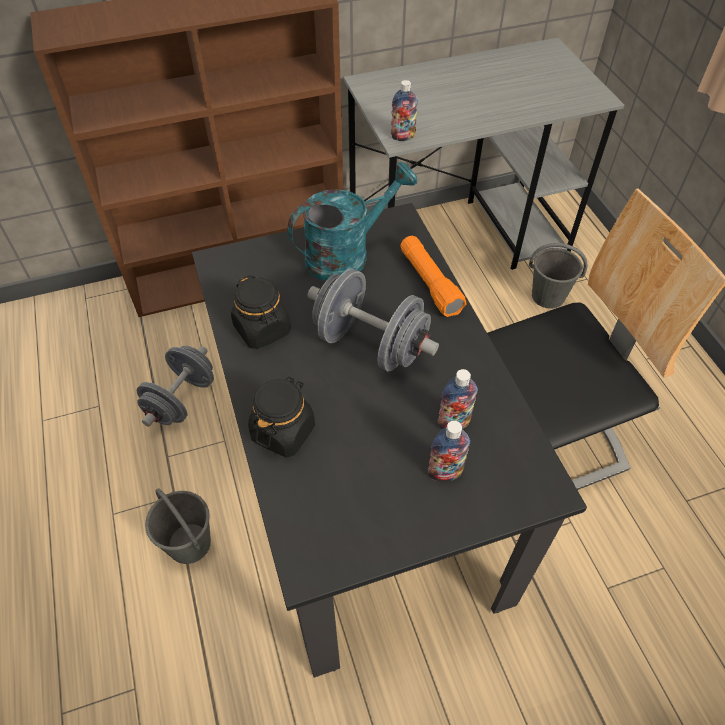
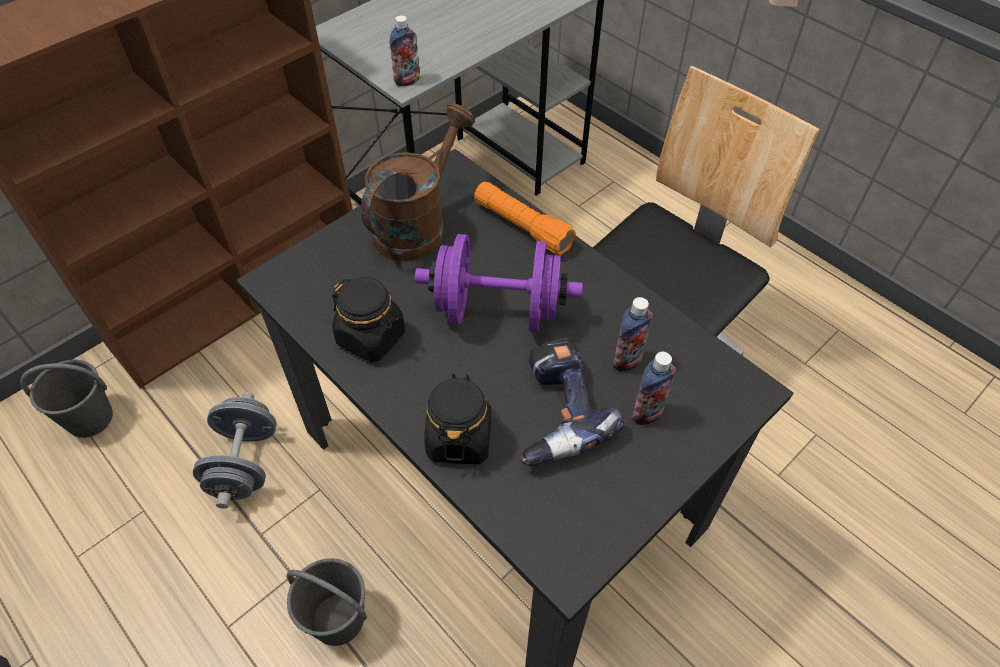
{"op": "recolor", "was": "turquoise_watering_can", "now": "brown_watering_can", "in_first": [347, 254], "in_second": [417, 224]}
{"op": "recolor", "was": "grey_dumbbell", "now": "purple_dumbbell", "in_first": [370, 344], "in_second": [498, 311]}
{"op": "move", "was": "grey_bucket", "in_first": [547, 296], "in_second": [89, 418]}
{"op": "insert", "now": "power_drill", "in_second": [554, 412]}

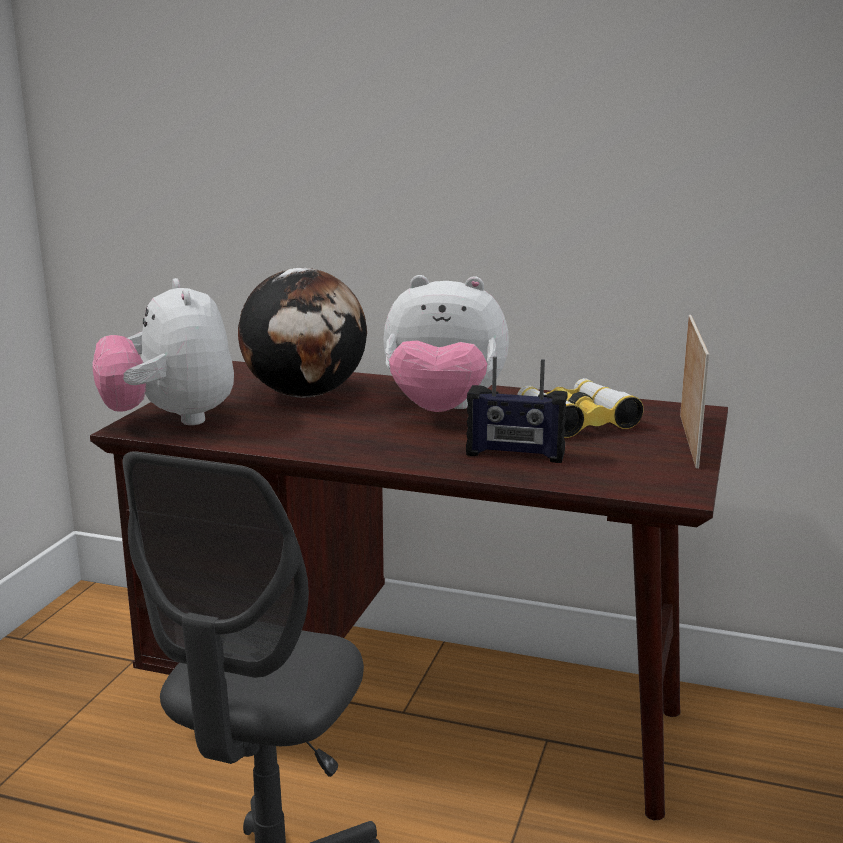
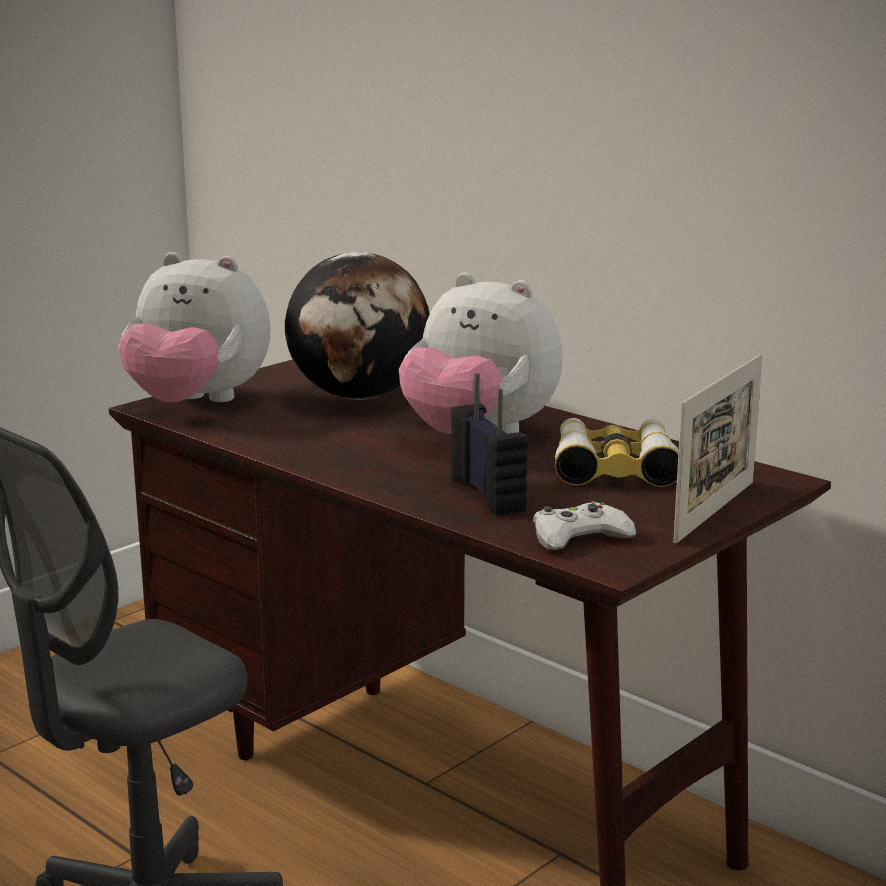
{"op": "rotate", "was": "plush_toy", "in_first": [171, 419], "in_second": [197, 403], "clockwise": -75}
{"op": "rotate", "was": "radio", "in_first": [515, 455], "in_second": [489, 494], "clockwise": -150}
{"op": "insert", "now": "white_game_controller", "in_second": [579, 537]}

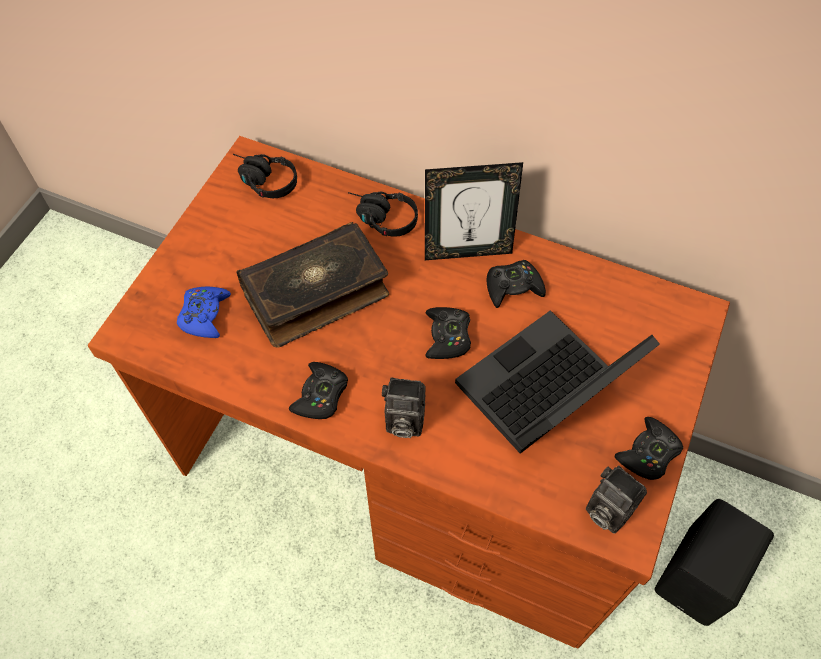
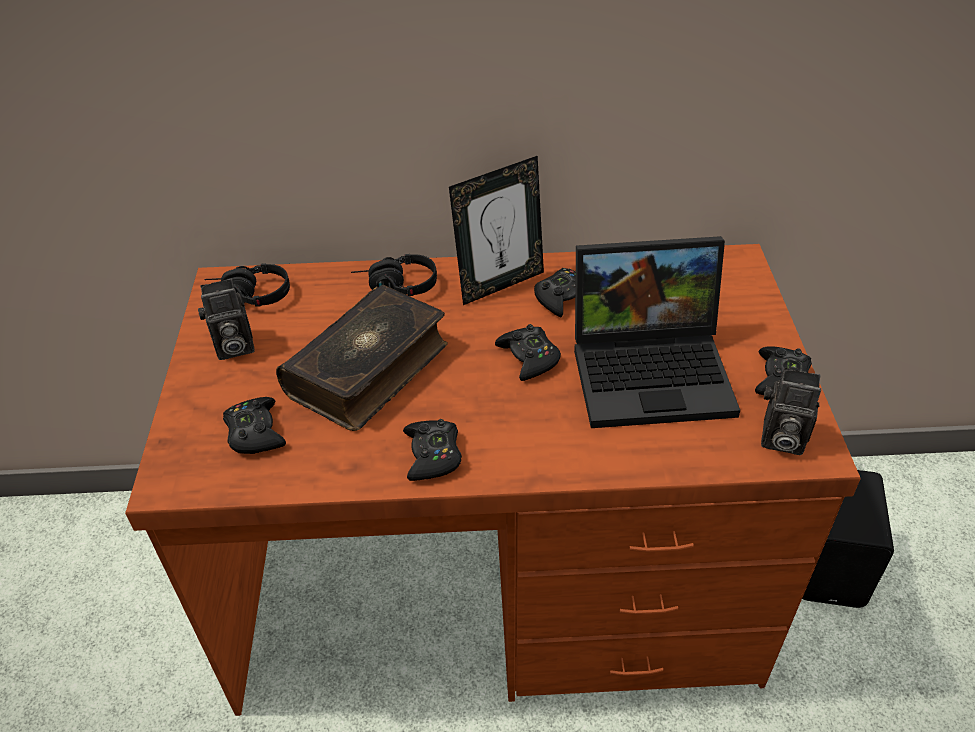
{"op": "recolor", "was": "blue_game_controller", "now": "black_game_controller", "in_first": [205, 315], "in_second": [255, 432]}
{"op": "move", "was": "photo_camera", "in_first": [402, 421], "in_second": [232, 347]}
{"op": "rotate", "was": "laptop", "in_first": [543, 394], "in_second": [653, 370], "clockwise": -120}

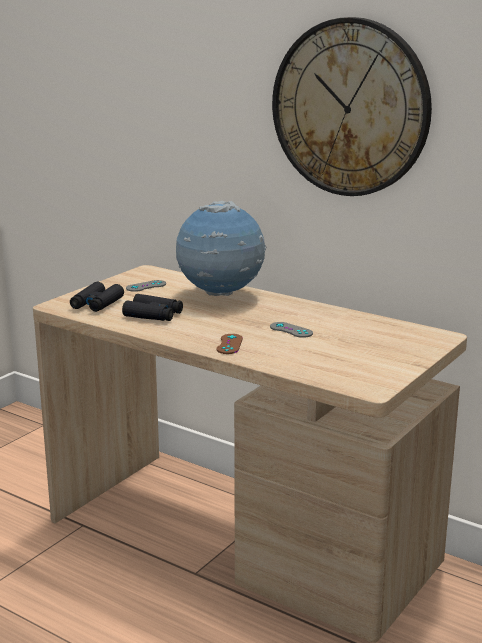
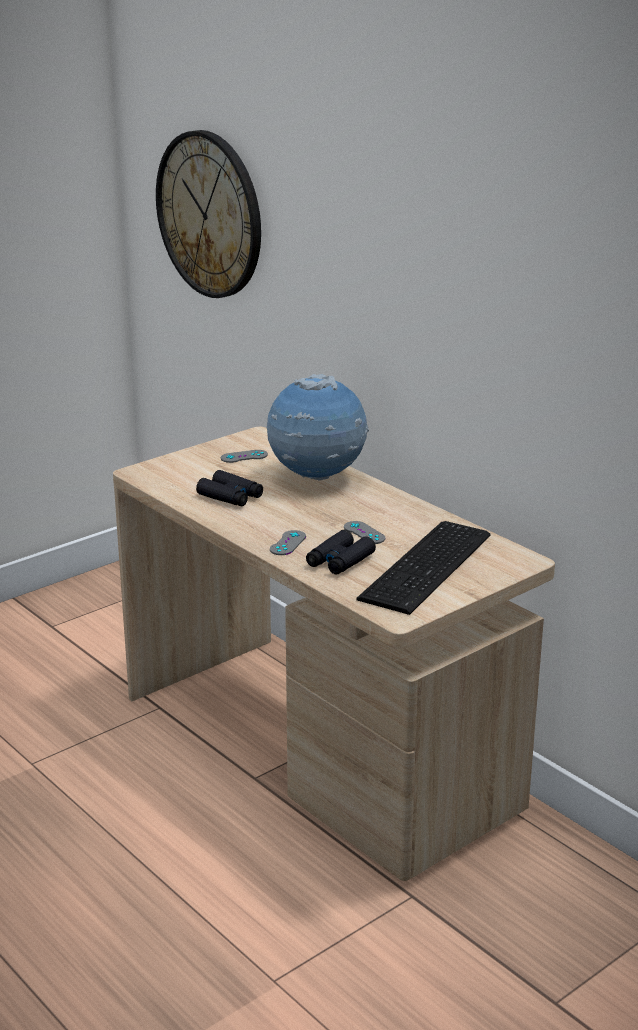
{"op": "move", "was": "black_binoculars", "in_first": [97, 304], "in_second": [340, 560]}
{"op": "recolor", "was": "brown_game_controller", "now": "grey_game_controller", "in_first": [229, 344], "in_second": [287, 543]}
{"op": "move", "was": "wall_clock", "in_first": [350, 108], "in_second": [210, 214]}
{"op": "insert", "now": "keyboard", "in_second": [430, 566]}

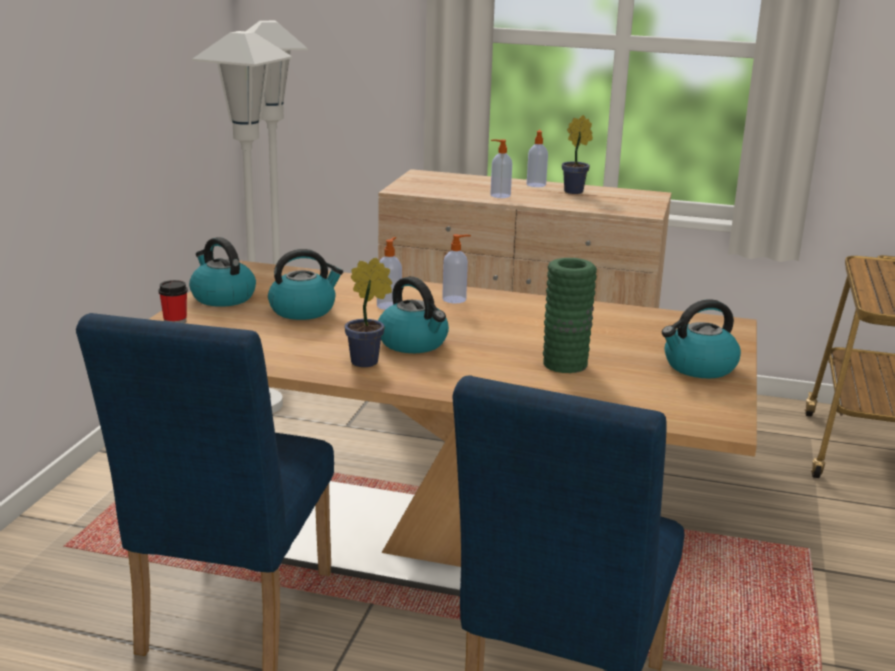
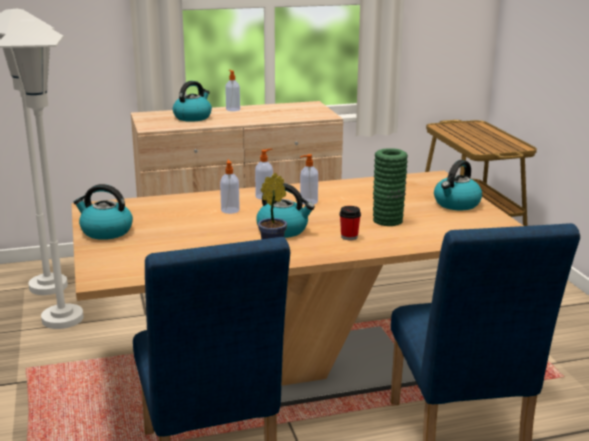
{"op": "move", "was": "cup", "in_first": [175, 321], "in_second": [349, 237]}
{"op": "move", "was": "kettle", "in_first": [303, 310], "in_second": [193, 117]}
{"op": "move", "was": "soap_dispenser", "in_first": [499, 195], "in_second": [308, 202]}
{"op": "delete", "was": "potted_plant", "in_first": [576, 191]}

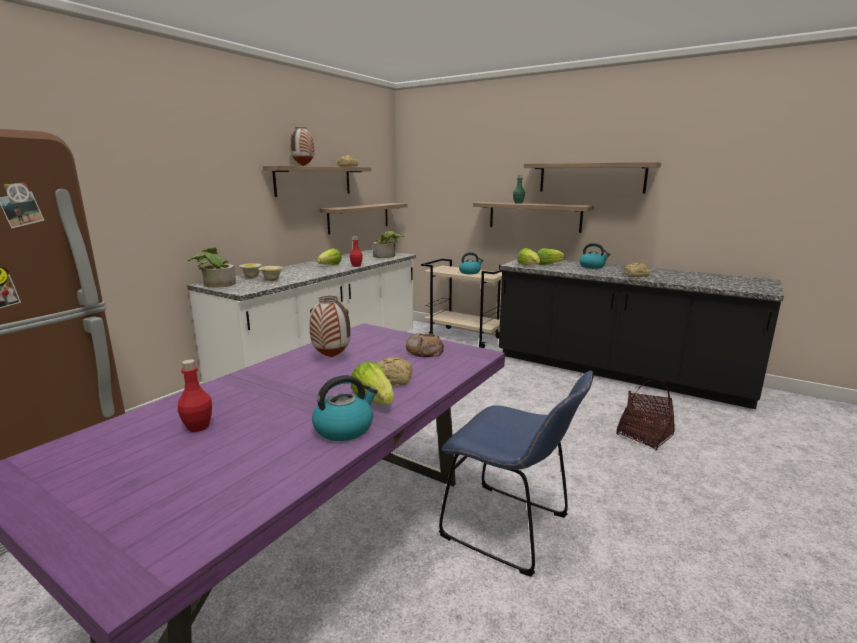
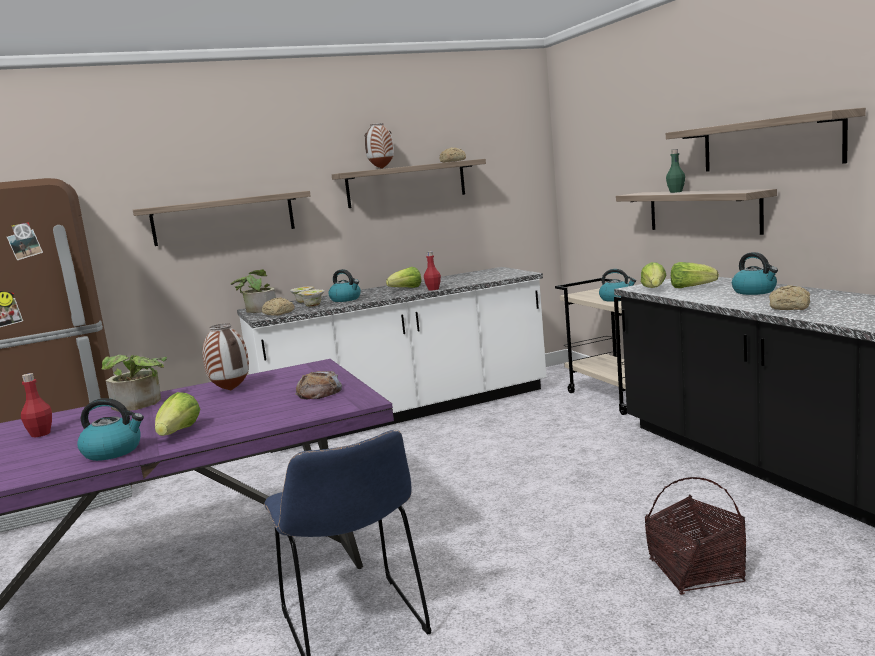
{"op": "move", "was": "shelf", "in_first": [359, 217], "in_second": [224, 218]}
{"op": "move", "was": "potted_plant", "in_first": [387, 256], "in_second": [140, 404]}
{"op": "move", "was": "bread", "in_first": [394, 380], "in_second": [278, 313]}
{"op": "insert", "now": "kettle", "in_second": [346, 299]}

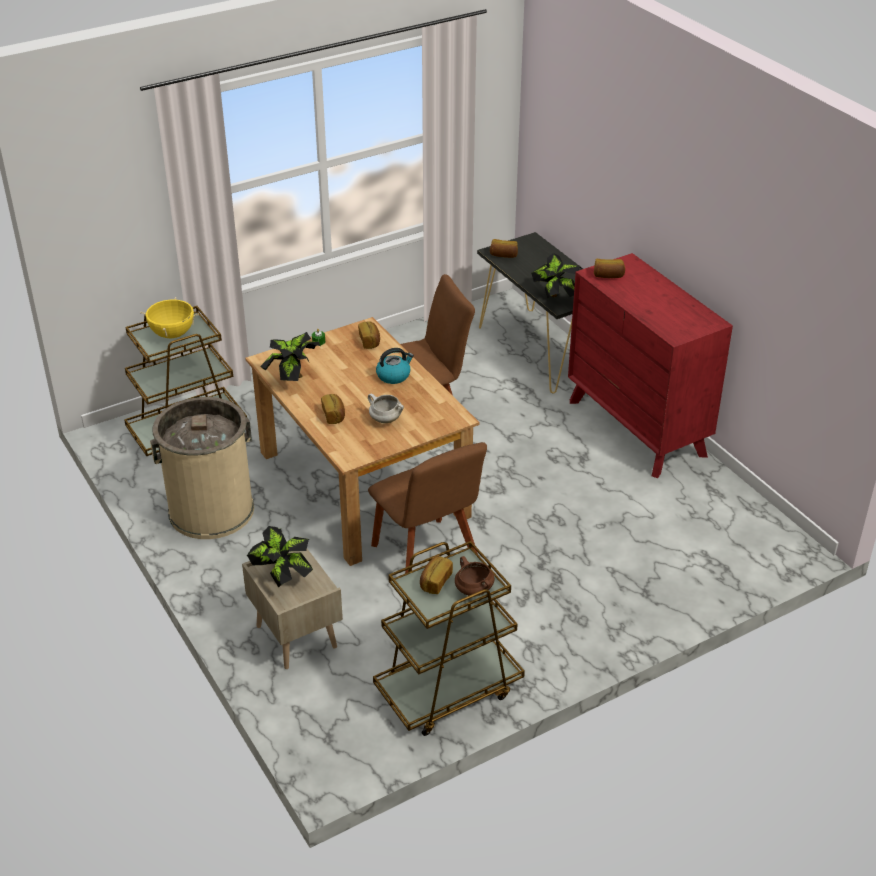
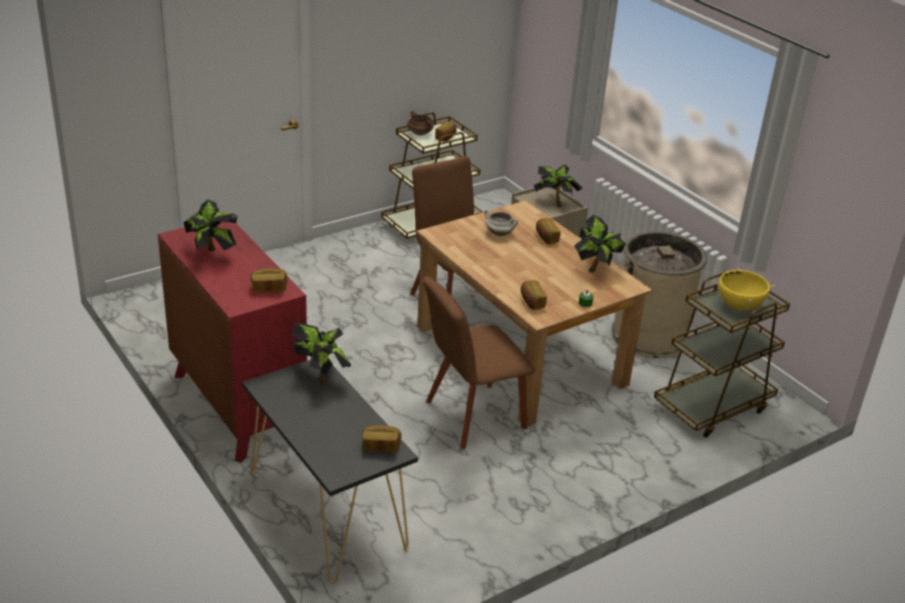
{"op": "delete", "was": "kettle", "in_first": [394, 375]}
{"op": "insert", "now": "potted_plant", "in_second": [212, 253]}

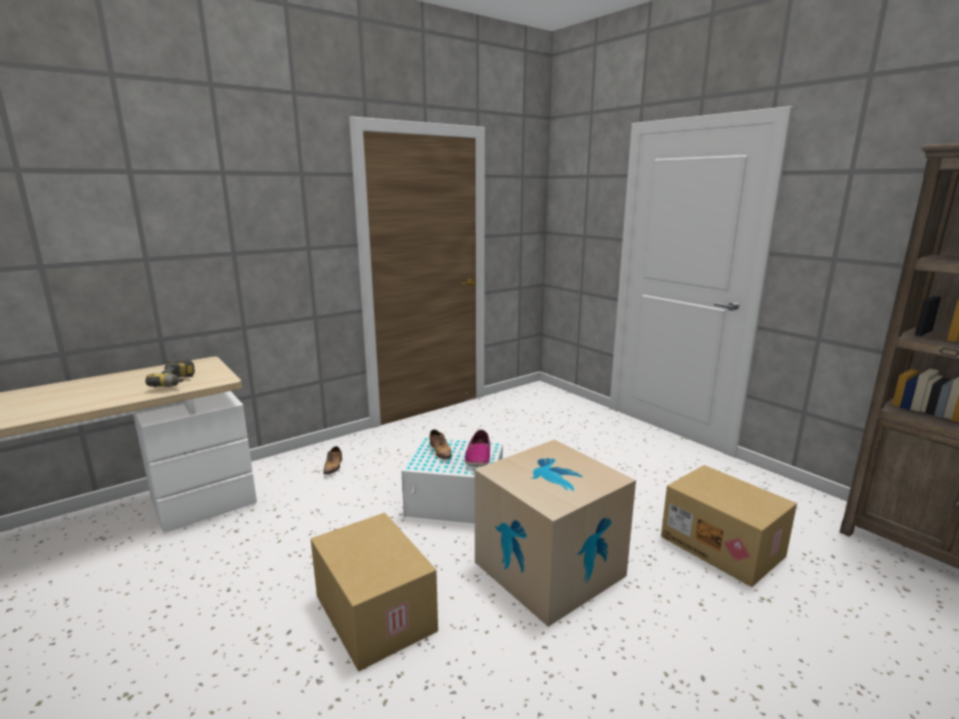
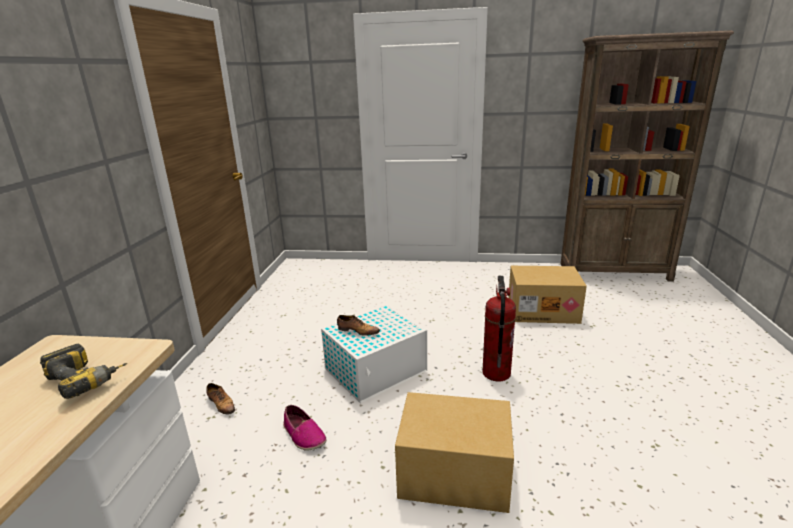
{"op": "move", "was": "shoe", "in_first": [478, 457], "in_second": [303, 435]}
{"op": "replace", "was": "cardboard_box", "now": "fire_extinguisher", "in_first": [549, 569], "in_second": [496, 373]}

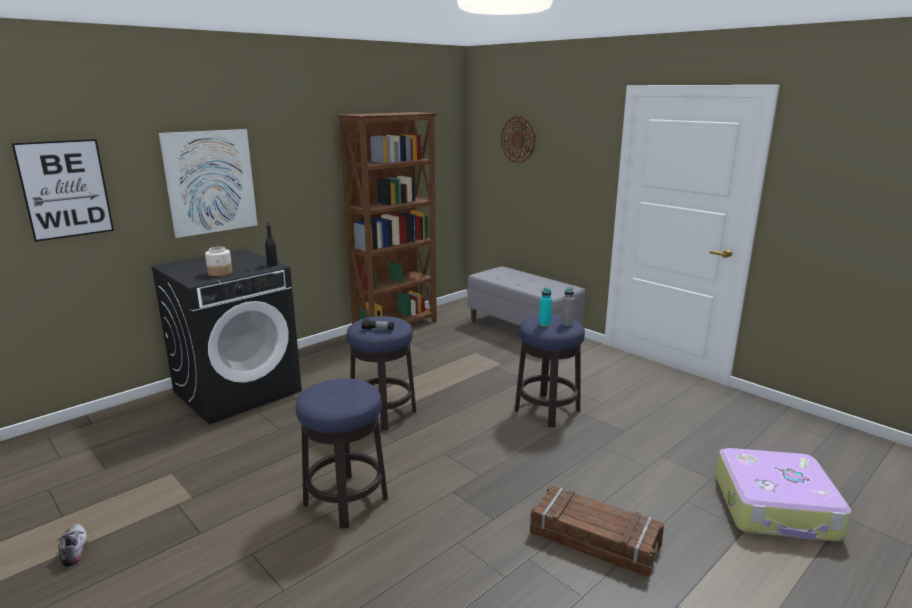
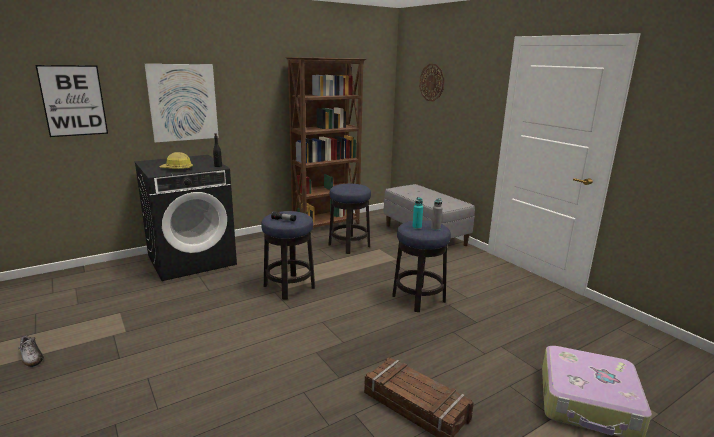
{"op": "rotate", "was": "shoe", "in_first": [74, 549], "in_second": [31, 357], "clockwise": 150}
{"op": "replace", "was": "jar", "now": "hard_hat", "in_first": [220, 273], "in_second": [177, 169]}
{"op": "move", "was": "stool", "in_first": [346, 501], "in_second": [349, 245]}

